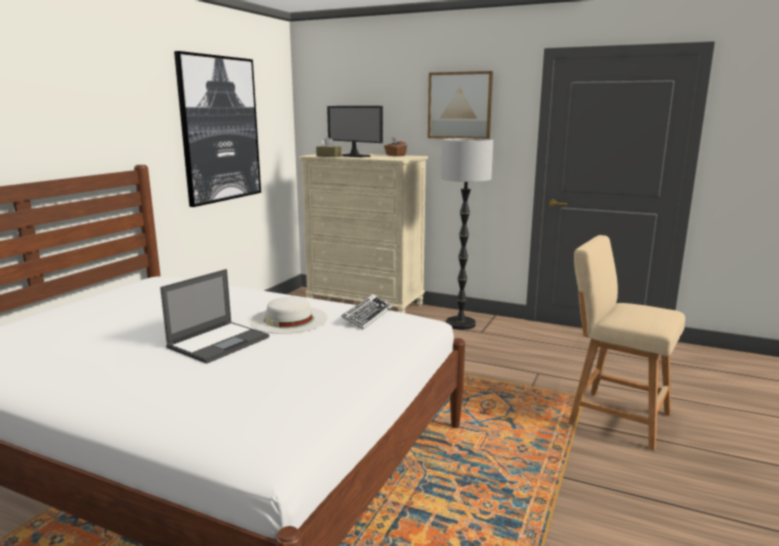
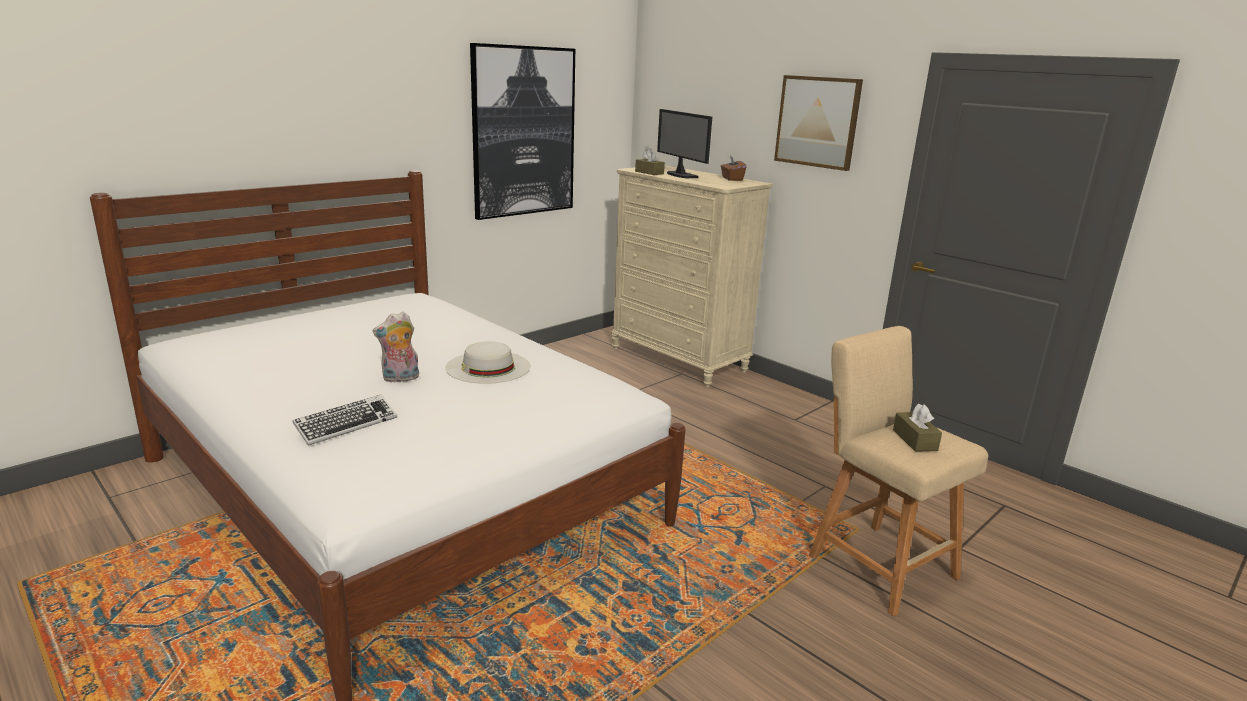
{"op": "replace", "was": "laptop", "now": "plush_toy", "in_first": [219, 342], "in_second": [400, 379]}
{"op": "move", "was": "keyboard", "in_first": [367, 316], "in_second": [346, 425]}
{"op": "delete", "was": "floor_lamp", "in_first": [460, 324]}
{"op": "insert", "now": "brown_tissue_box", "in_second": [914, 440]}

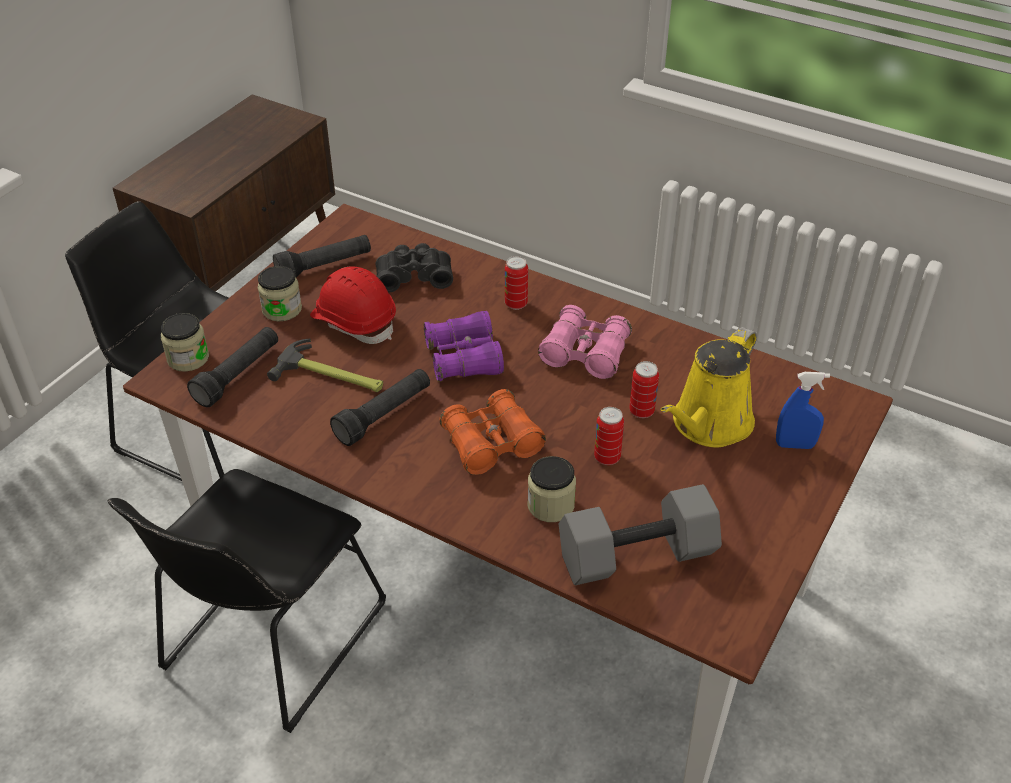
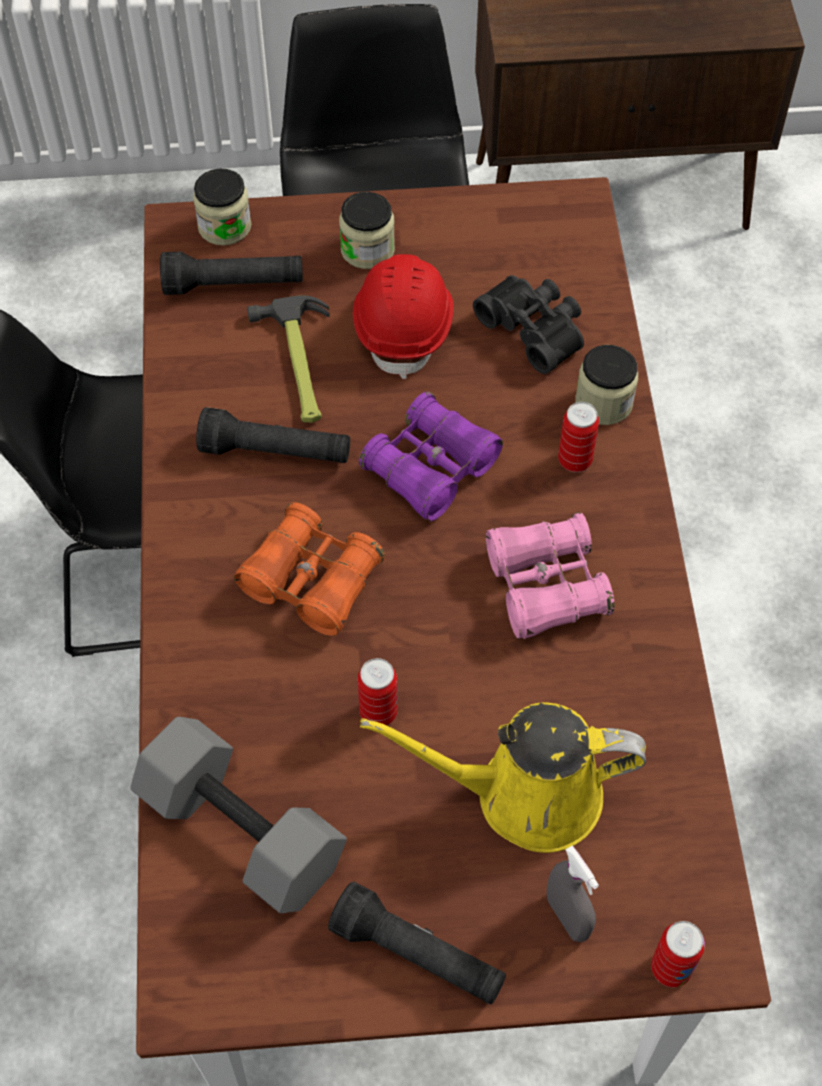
{"op": "move", "was": "black_flashlight", "in_first": [324, 267], "in_second": [418, 955]}
{"op": "move", "was": "jar", "in_first": [550, 505], "in_second": [603, 403]}
{"op": "move", "was": "can", "in_first": [641, 411], "in_second": [671, 968]}
{"op": "recolor", "was": "blue_spray_bottle", "now": "grey_spray_bottle", "in_first": [795, 445], "in_second": [567, 917]}

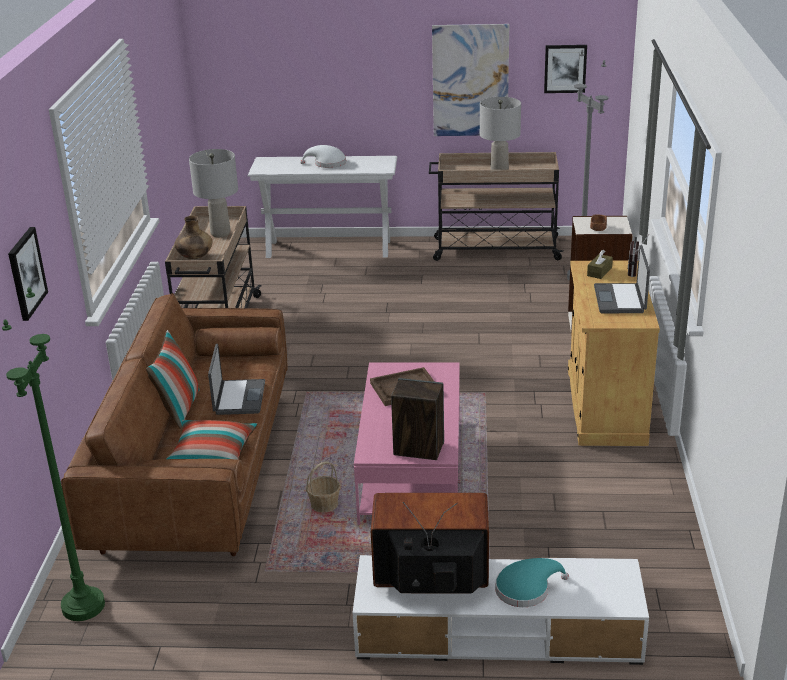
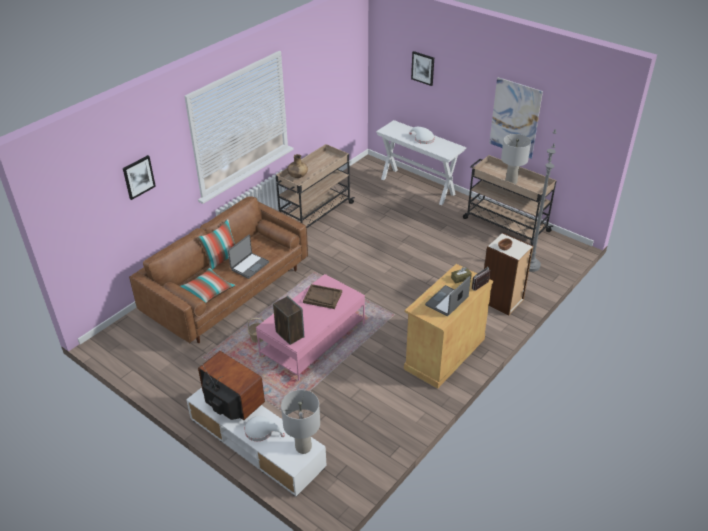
{"op": "delete", "was": "green_floor_lamp", "in_first": [83, 606]}
{"op": "move", "was": "grey_table_lamp", "in_first": [221, 233], "in_second": [303, 447]}
{"op": "recolor", "was": "turquoise_hat", "now": "white_hat", "in_first": [526, 589], "in_second": [261, 431]}
{"op": "move", "was": "picture", "in_first": [565, 68], "in_second": [423, 68]}

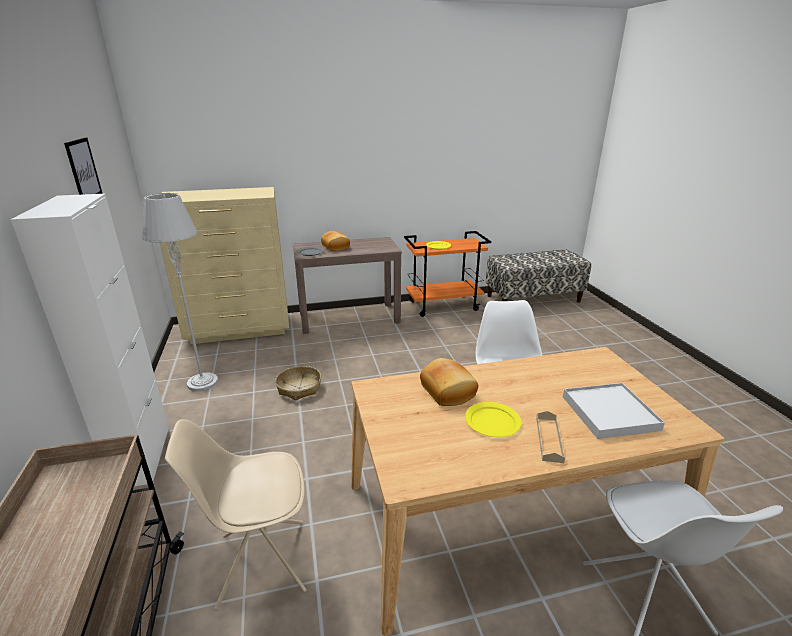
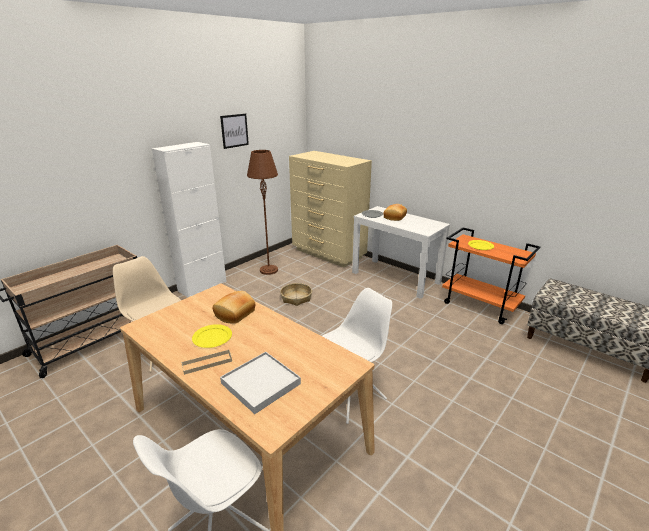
{"op": "recolor", "was": "grey_floor_lamp", "now": "brown_floor_lamp", "in_first": [202, 382], "in_second": [269, 270]}
{"op": "recolor", "was": "brown_console_table", "now": "white_console_table", "in_first": [349, 317], "in_second": [395, 277]}

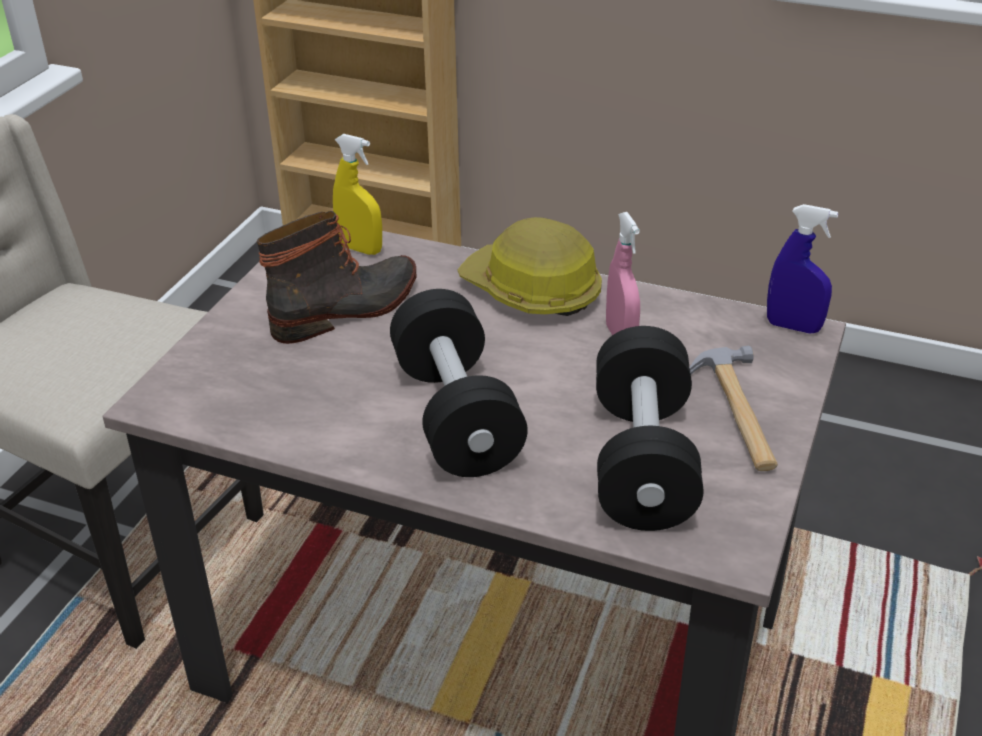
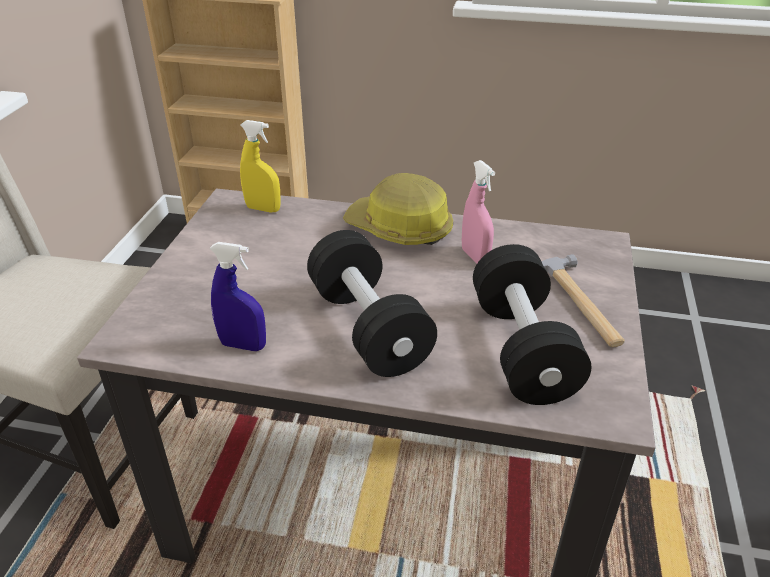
{"op": "delete", "was": "boot", "in_first": [347, 309]}
{"op": "move", "was": "blue_spray_bottle", "in_first": [793, 327], "in_second": [243, 345]}

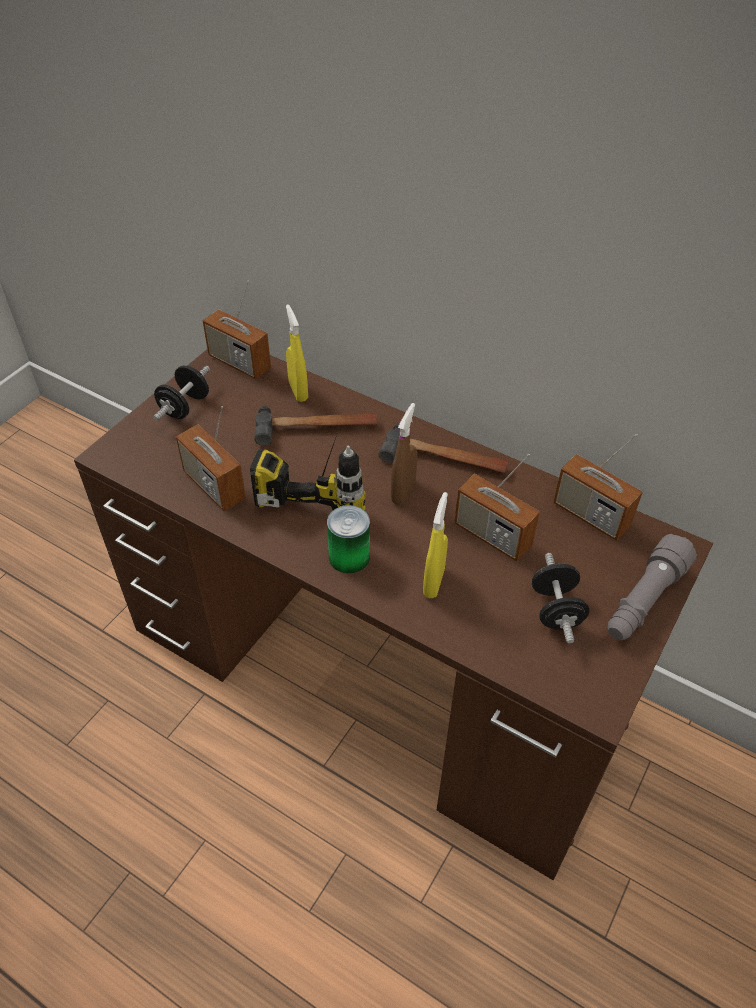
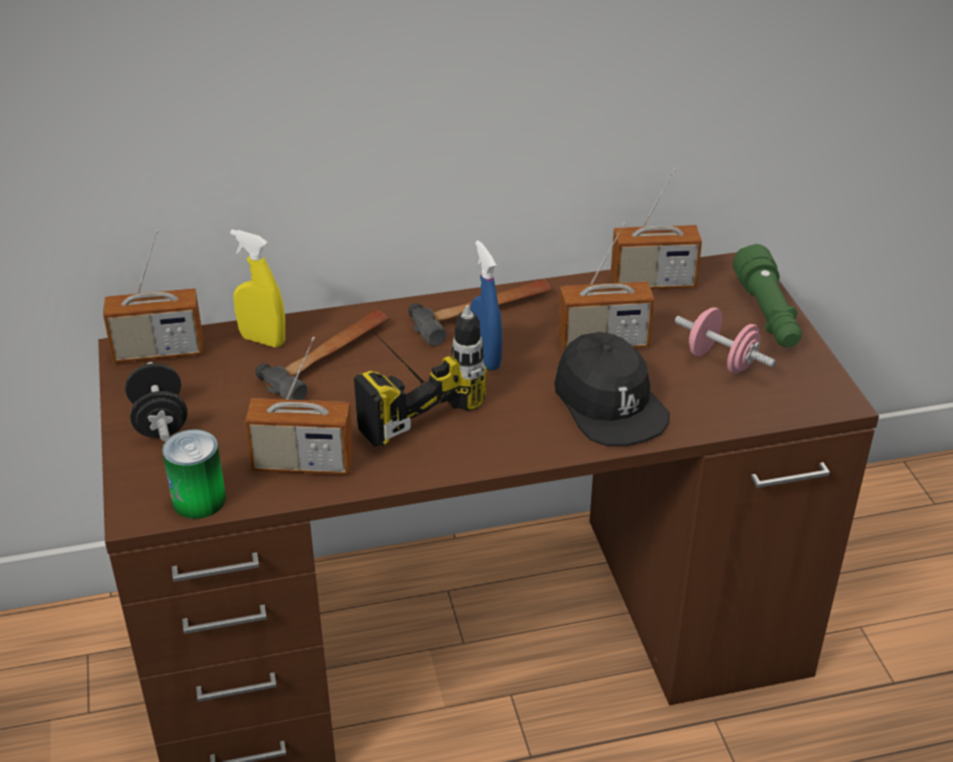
{"op": "move", "was": "can", "in_first": [349, 557], "in_second": [199, 500]}
{"op": "recolor", "was": "brown_spray_bottle", "now": "blue_spray_bottle", "in_first": [403, 492], "in_second": [485, 358]}
{"op": "replace", "was": "yellow_spray_bottle", "now": "black_cap", "in_first": [433, 582], "in_second": [609, 404]}
{"op": "recolor", "was": "black_dumbbell", "now": "pink_dumbbell", "in_first": [556, 610], "in_second": [721, 361]}
{"op": "recolor", "was": "grey_flashlight", "now": "green_flashlight", "in_first": [644, 600], "in_second": [767, 315]}

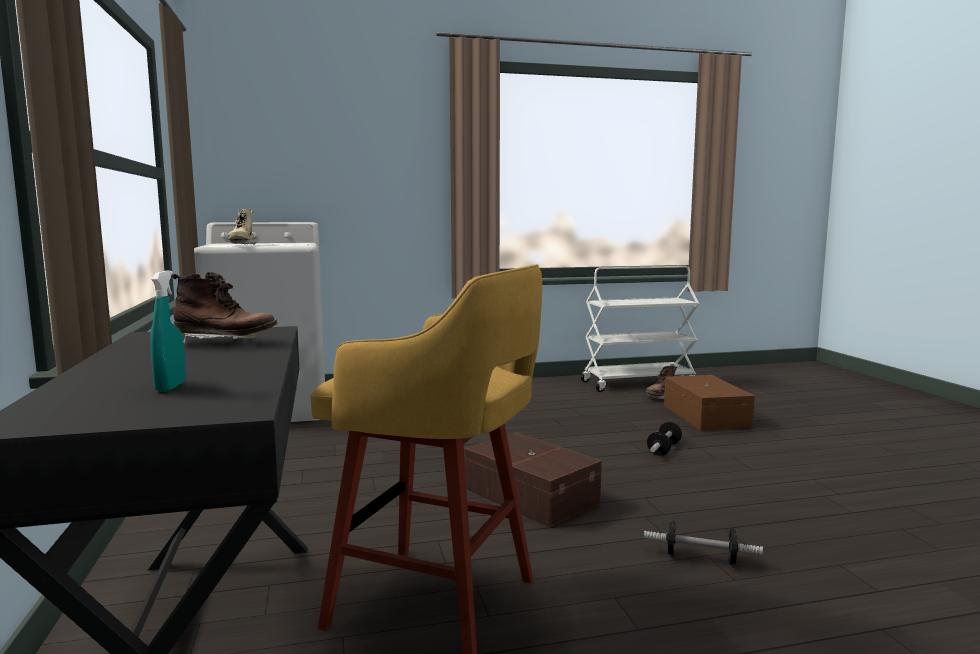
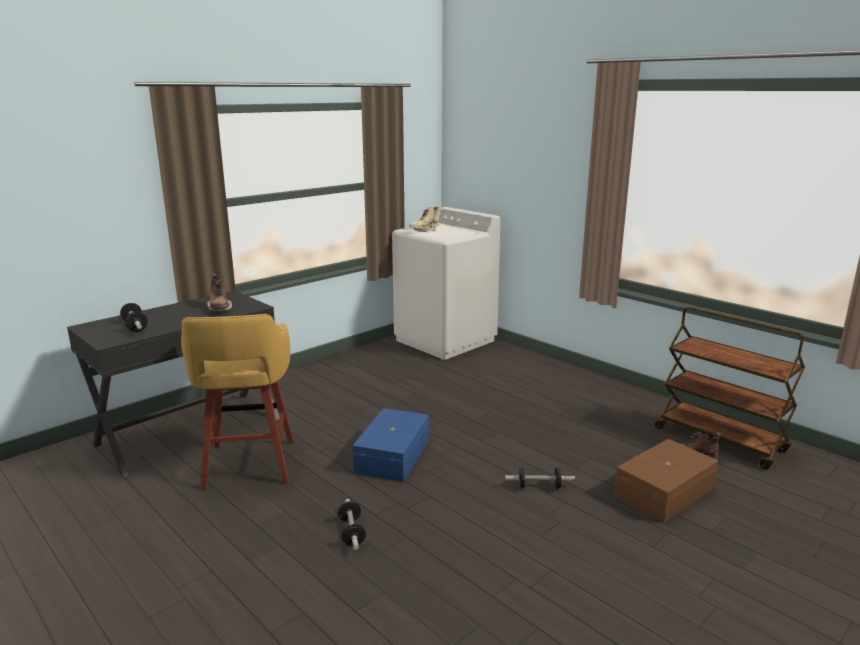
{"op": "replace", "was": "turquoise_spray_bottle", "now": "dumbbell", "in_first": [171, 387], "in_second": [135, 326]}
{"op": "recolor", "was": "brown_storage_box", "now": "blue_storage_box", "in_first": [531, 495], "in_second": [394, 456]}
{"op": "recolor", "was": "white_cart", "now": "brown_cart", "in_first": [638, 383], "in_second": [720, 440]}

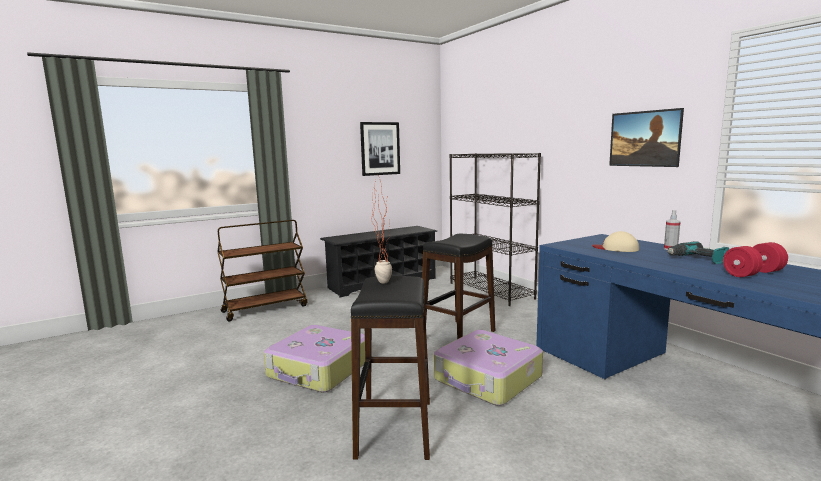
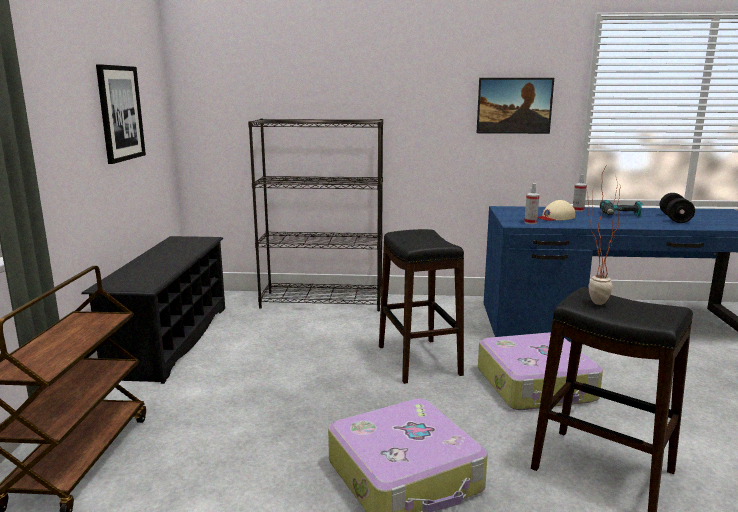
{"op": "recolor", "was": "red_dumbbell", "now": "black_dumbbell", "in_first": [753, 273], "in_second": [674, 218]}
{"op": "insert", "now": "spray_bottle", "in_second": [530, 222]}

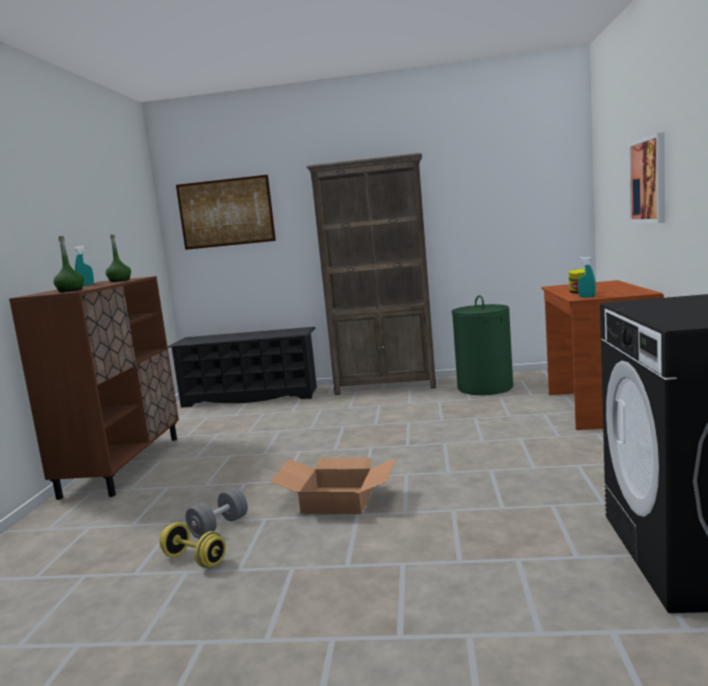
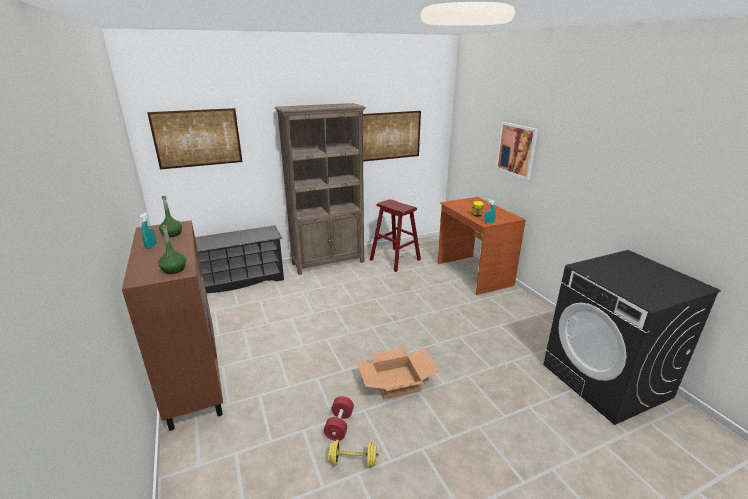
{"op": "recolor", "was": "grey_dumbbell", "now": "red_dumbbell", "in_first": [219, 526], "in_second": [339, 425]}
{"op": "replace", "was": "green_laundry_basket", "now": "red_stool", "in_first": [484, 387], "in_second": [395, 259]}
{"op": "insert", "now": "picture", "in_second": [390, 136]}

